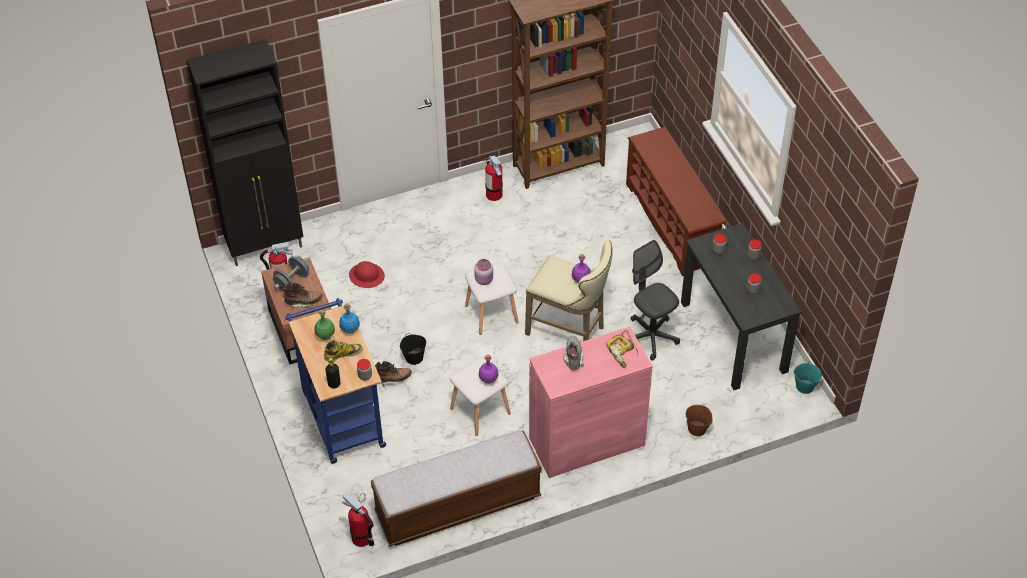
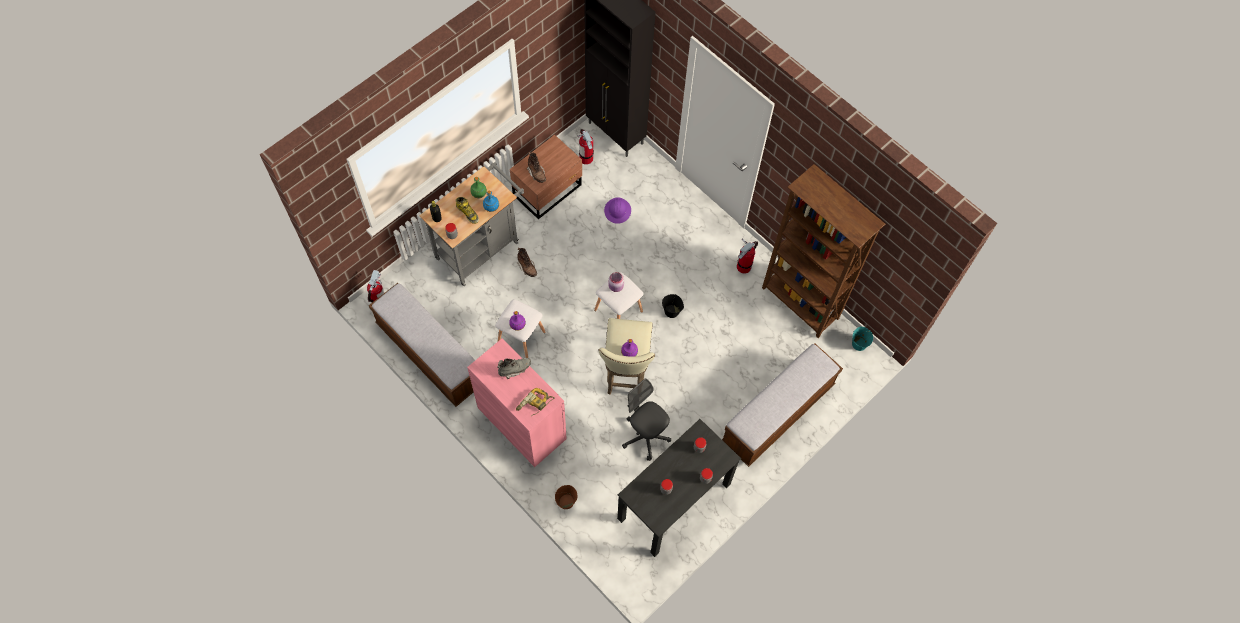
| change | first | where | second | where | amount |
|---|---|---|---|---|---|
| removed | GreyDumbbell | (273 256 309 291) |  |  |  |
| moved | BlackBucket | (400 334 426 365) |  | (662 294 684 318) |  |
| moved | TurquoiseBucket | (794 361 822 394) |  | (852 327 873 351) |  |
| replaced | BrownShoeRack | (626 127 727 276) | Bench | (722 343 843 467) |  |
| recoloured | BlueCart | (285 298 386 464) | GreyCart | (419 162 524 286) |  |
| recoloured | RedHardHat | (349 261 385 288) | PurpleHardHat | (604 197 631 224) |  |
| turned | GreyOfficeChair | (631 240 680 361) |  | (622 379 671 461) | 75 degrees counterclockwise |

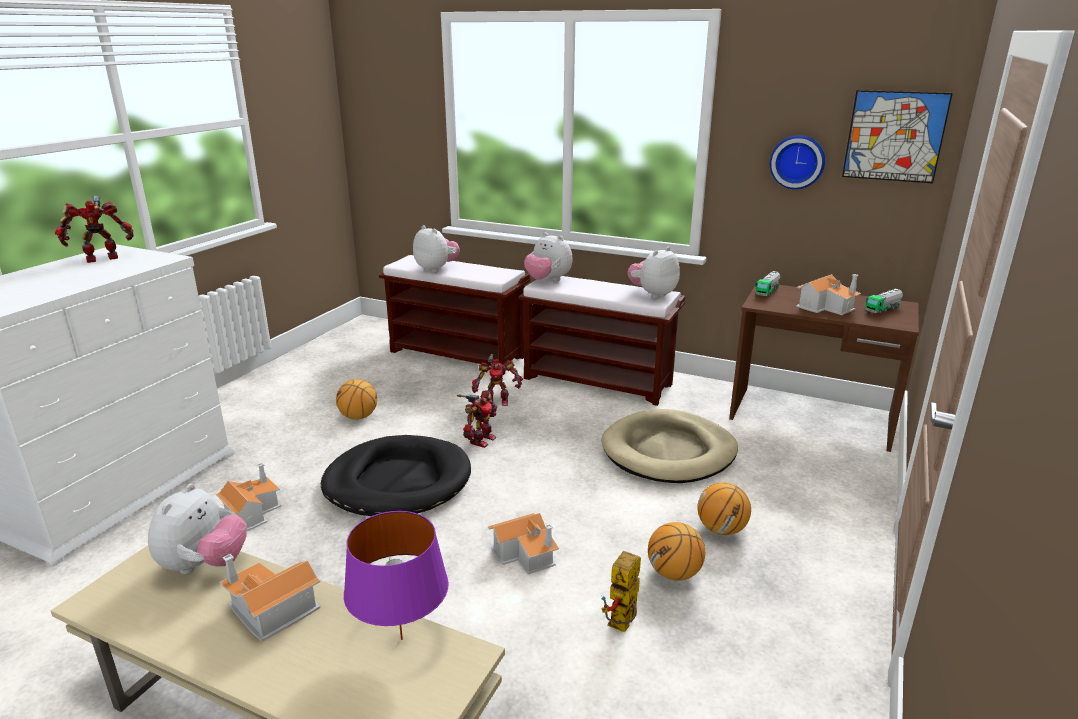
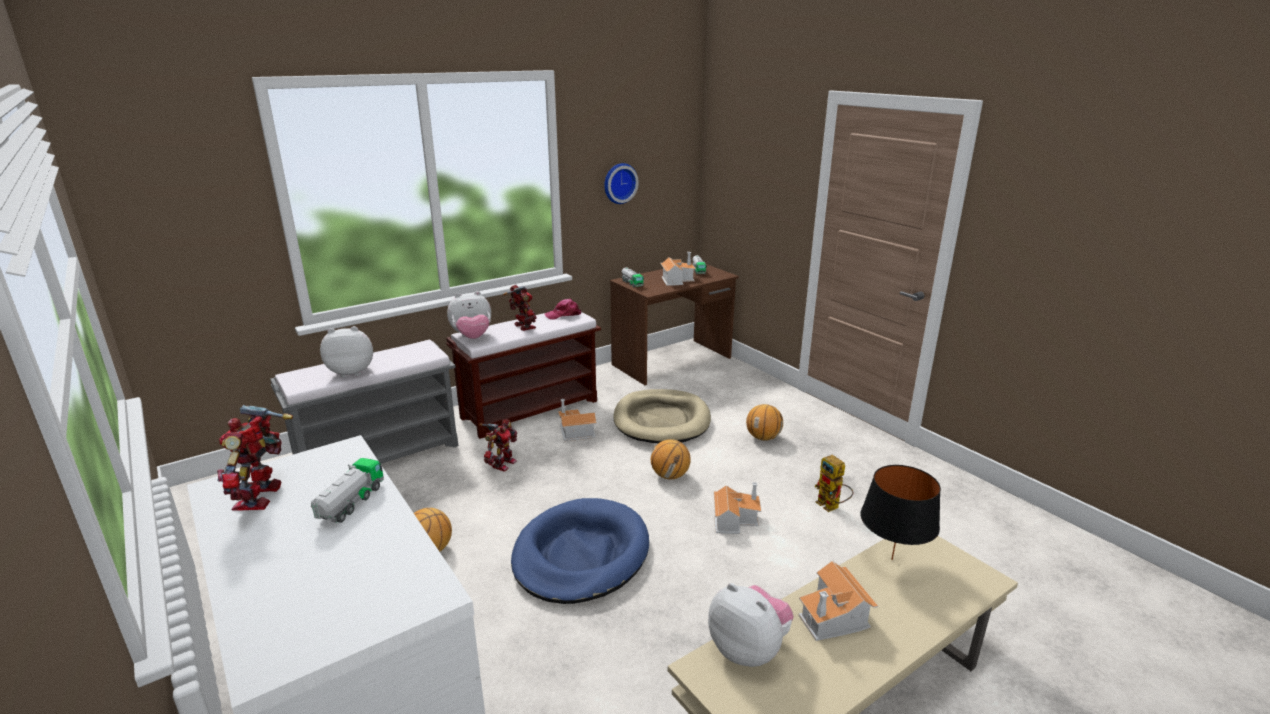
| change | first | where | second | where | amount |
|---|---|---|---|---|---|
| removed | Picture | (842 90 953 183) |  |  |  |
| added |  |  | ToyTruck | (311 458 384 523) |  |
| moved | ToyHouse | (216 463 281 531) |  | (558 399 597 441) |  |
| moved | ToyRobot | (456 390 497 448) |  | (503 285 537 331) |  |
| moved | Basketball | (648 522 705 581) |  | (651 439 691 479) |  |
| replaced | PlushToy | (628 247 680 299) | PinkCap | (544 299 581 320) |  |
| recoloured | BlackDogBed | (321 435 471 516) | BlueDogBed | (511 498 649 604) |  |
| recoloured | PurpleTableLamp | (344 511 449 640) | BlackTableLamp | (860 465 941 560) |  |
| recoloured | BrownBench | (379 255 530 375) | GreyBench | (270 340 458 464) |  |

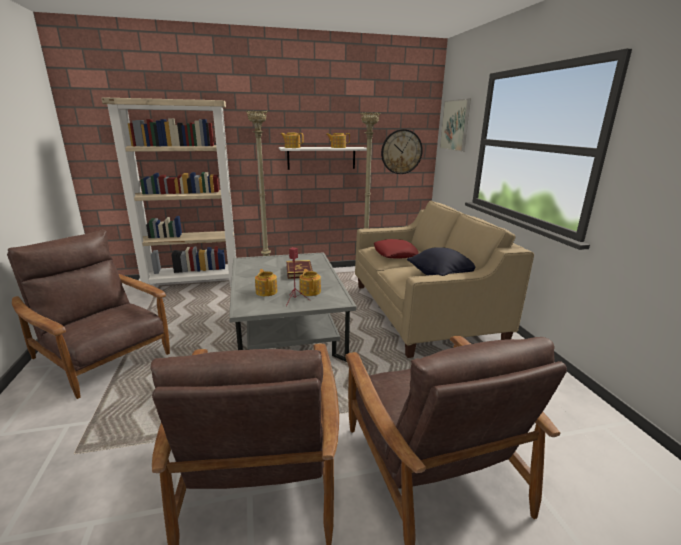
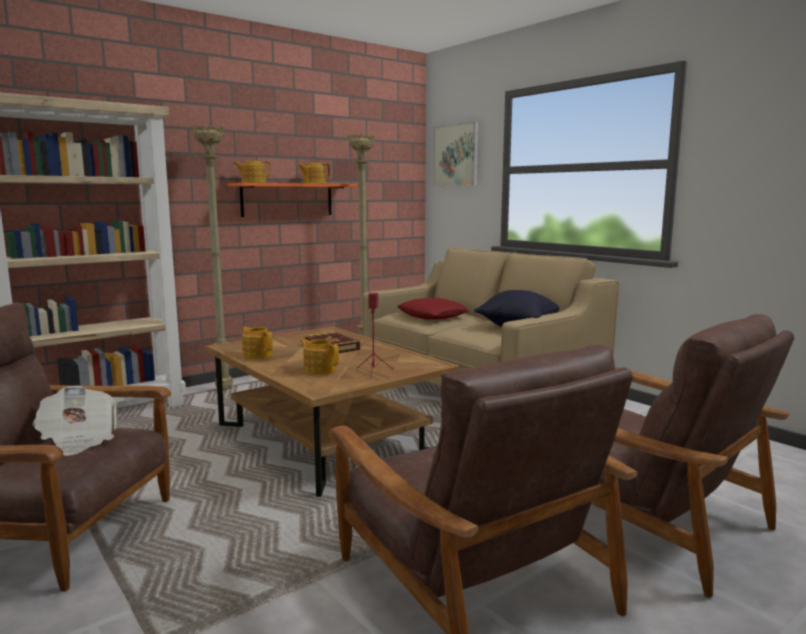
| change | first | where | second | where | amount |
|---|---|---|---|---|---|
| removed | WallClock | (381 129 423 174) |  |  |  |
| added |  |  | Newspaper | (33 386 117 456) |  |
| moved | Teapot | (299 269 321 296) |  | (242 326 273 359) |  |
| recoloured | GreyCoffeeTable | (229 252 356 362) | BrownCoffeeTable | (206 326 459 497) |  |
| recoloured | WhiteShelf | (279 147 367 170) | OrangeShelf | (228 183 357 217) |  |

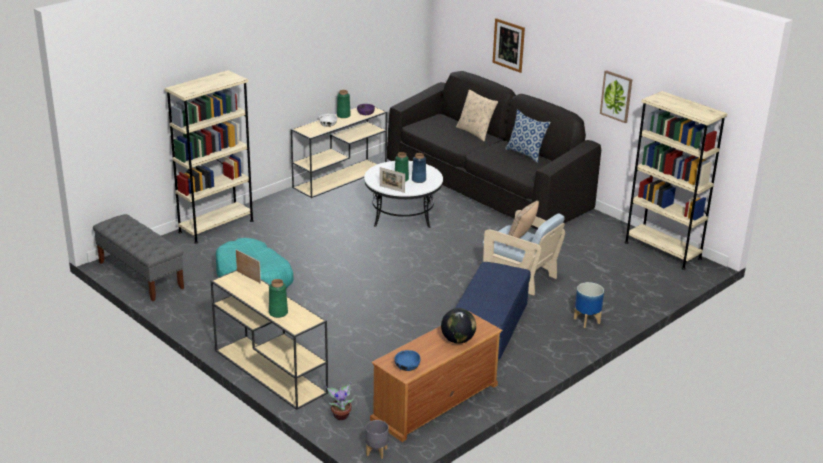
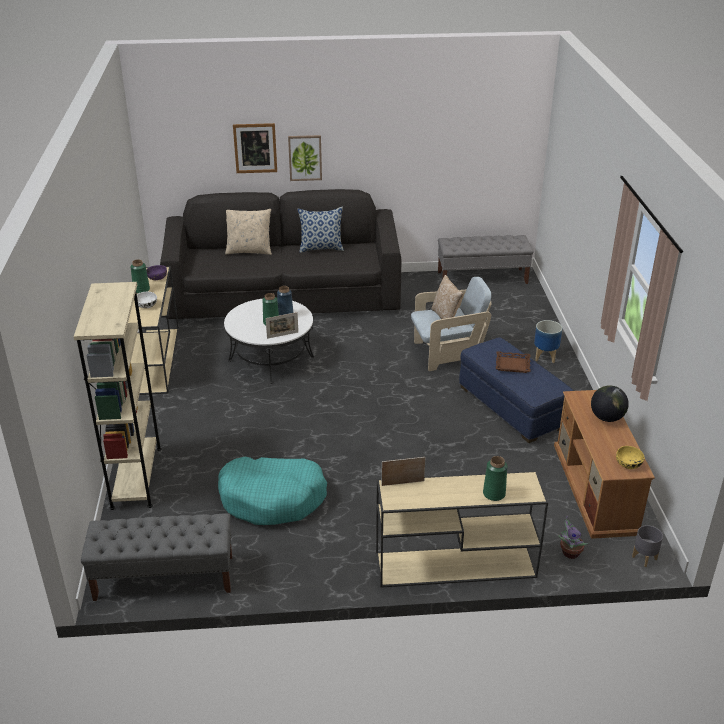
| change | first | where | second | where | amount |
|---|---|---|---|---|---|
| added |  |  | BrownTray | (496 351 531 373) |  |
| moved | Picture | (600 70 632 123) |  | (288 135 322 181) |  |
| replaced | BeigeBookcase | (625 91 728 270) | GreyBench | (438 235 533 284) |  |
| recoloured | BlueBowl | (395 350 420 371) | YellowBowl | (616 446 645 469) |  |

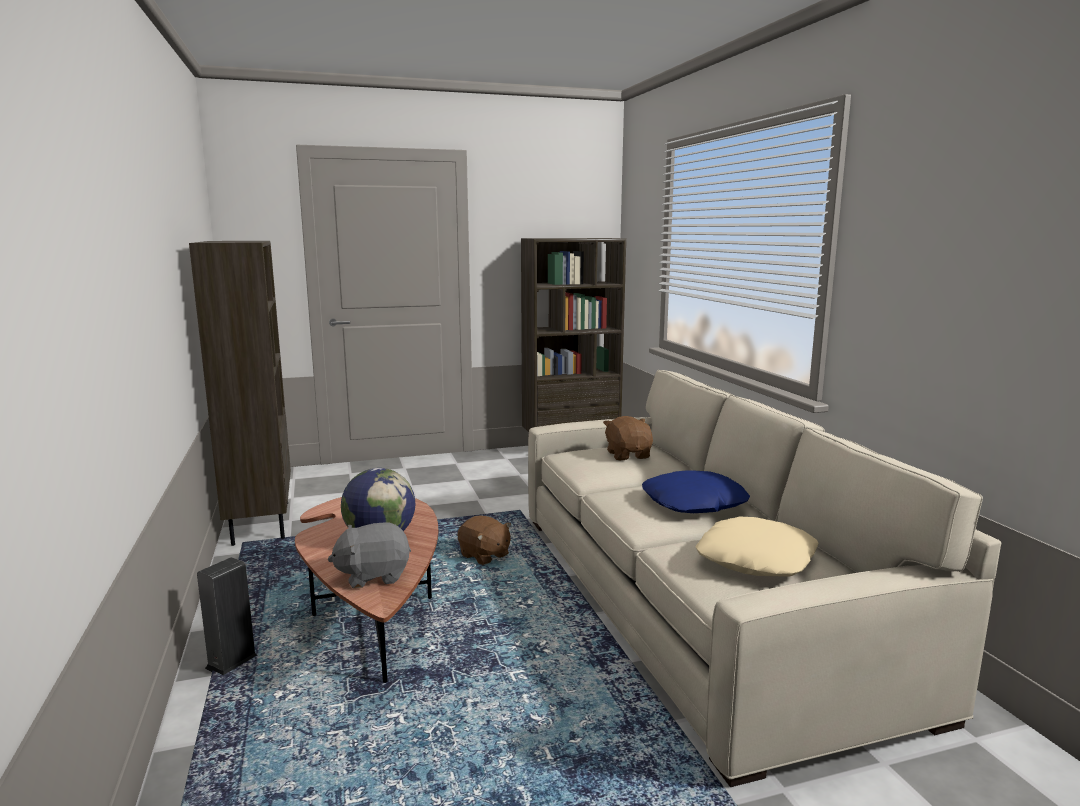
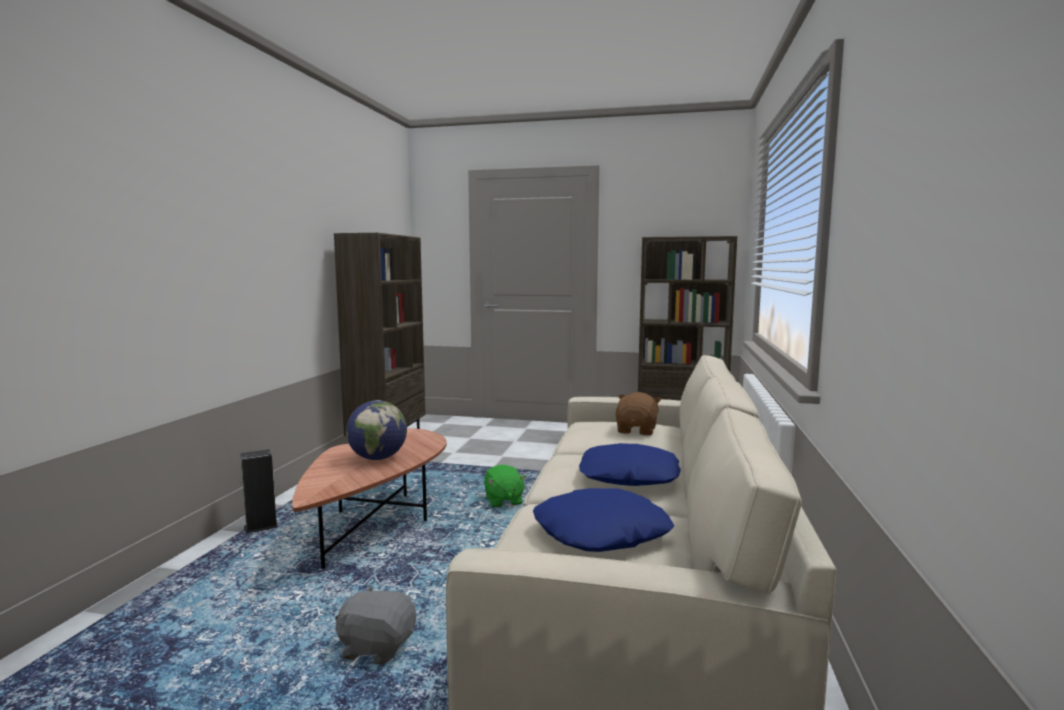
| change | first | where | second | where | amount |
|---|---|---|---|---|---|
| moved | GreyPlushToy | (328 523 411 588) |  | (335 585 416 665) |  |
| recoloured | BrownPlushToy | (457 515 511 565) | GreenPlushToy | (484 465 526 507) |  |
| recoloured | BeigePillow | (695 516 819 576) | BluePillow | (533 488 674 552) |  |

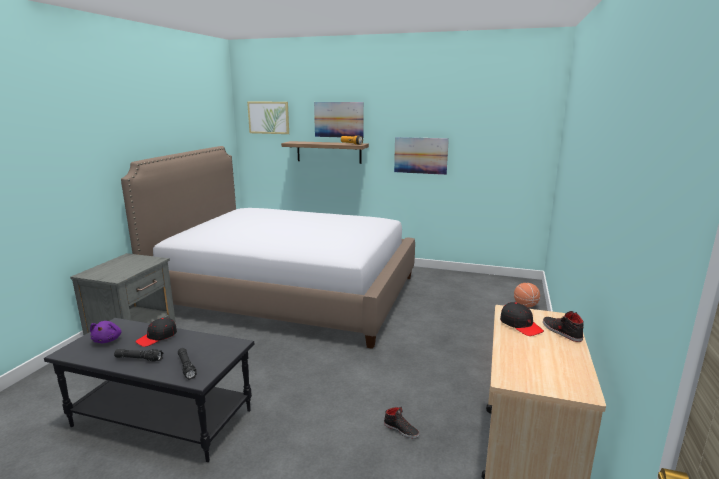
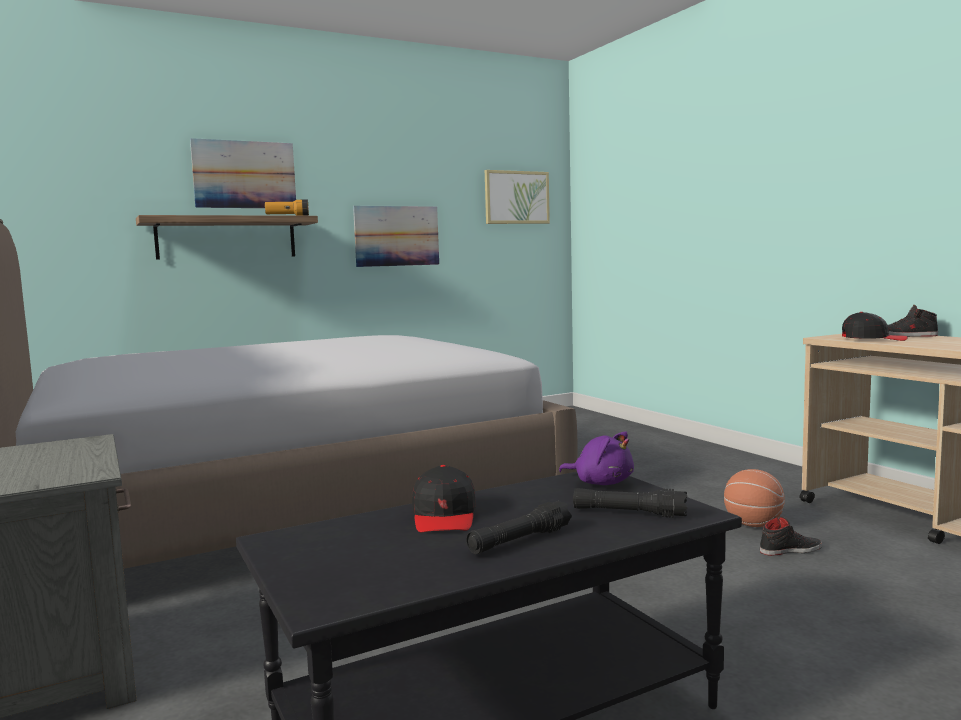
| change | first | where | second | where | amount |
|---|---|---|---|---|---|
| moved | PurplePlushToy | (90 321 122 343) |  | (559 431 634 485) |  |
| moved | Picture | (247 102 289 134) |  | (485 170 550 224) |  |
| moved | Basketball | (514 283 540 307) |  | (724 469 785 527) |  |

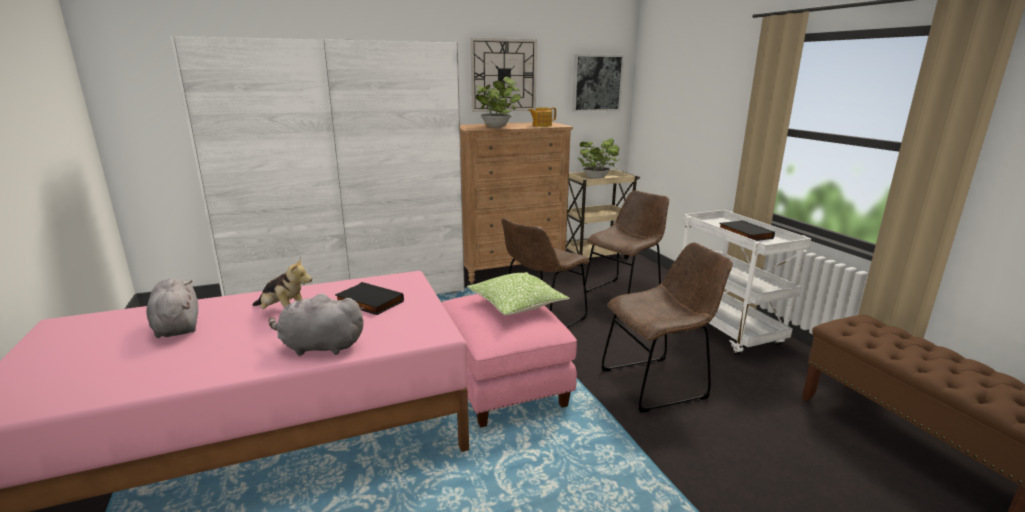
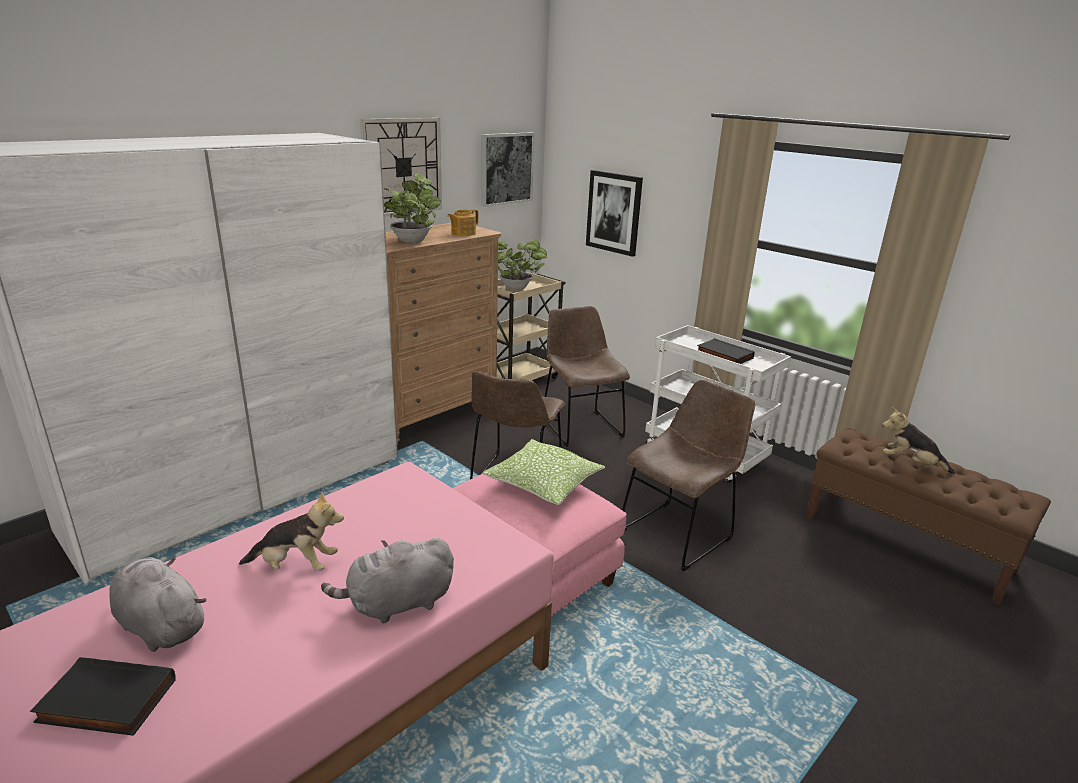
| change | first | where | second | where | amount |
|---|---|---|---|---|---|
| added |  |  | Picture | (586 170 643 257) |  |
| added |  |  | PlushToy | (882 407 955 474) |  |
| moved | BlackBook | (335 282 404 315) |  | (30 657 176 736) |  |
| turned | BrownChair | (583 190 669 294) |  | (545 306 630 447) | 45 degrees counterclockwise |

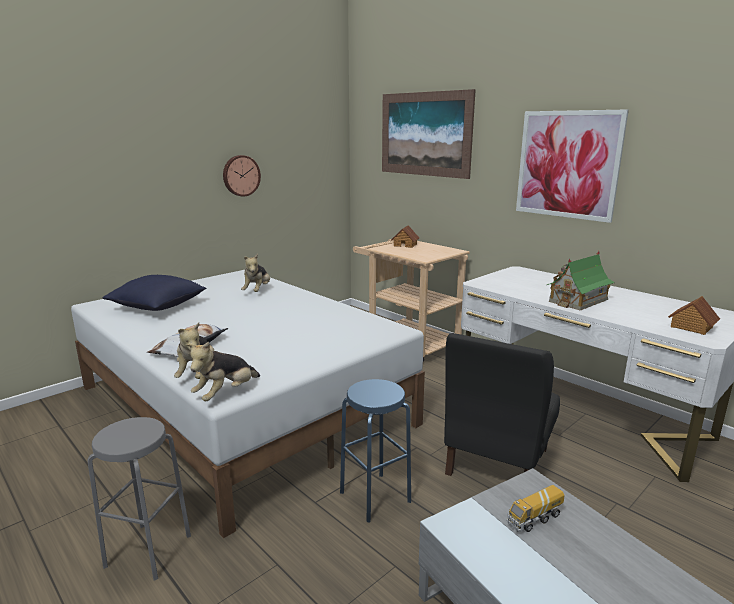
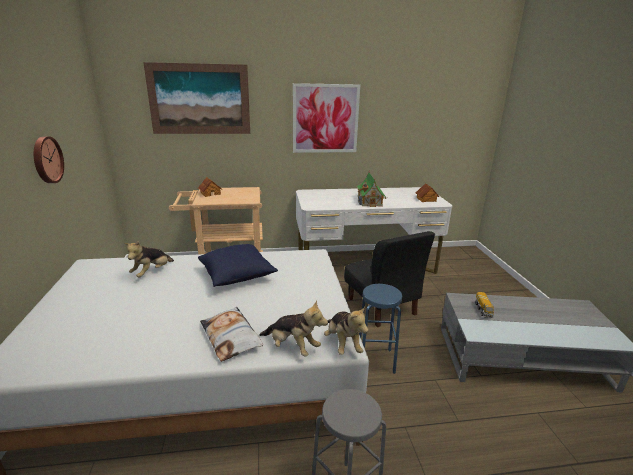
| change | first | where | second | where | amount |
|---|---|---|---|---|---|
| moved | BluePillow | (103 275 207 311) |  | (198 244 278 287) |  |
| turned | PlushToy | (241 254 270 292) |  | (124 241 174 277) | 75 degrees clockwise |

